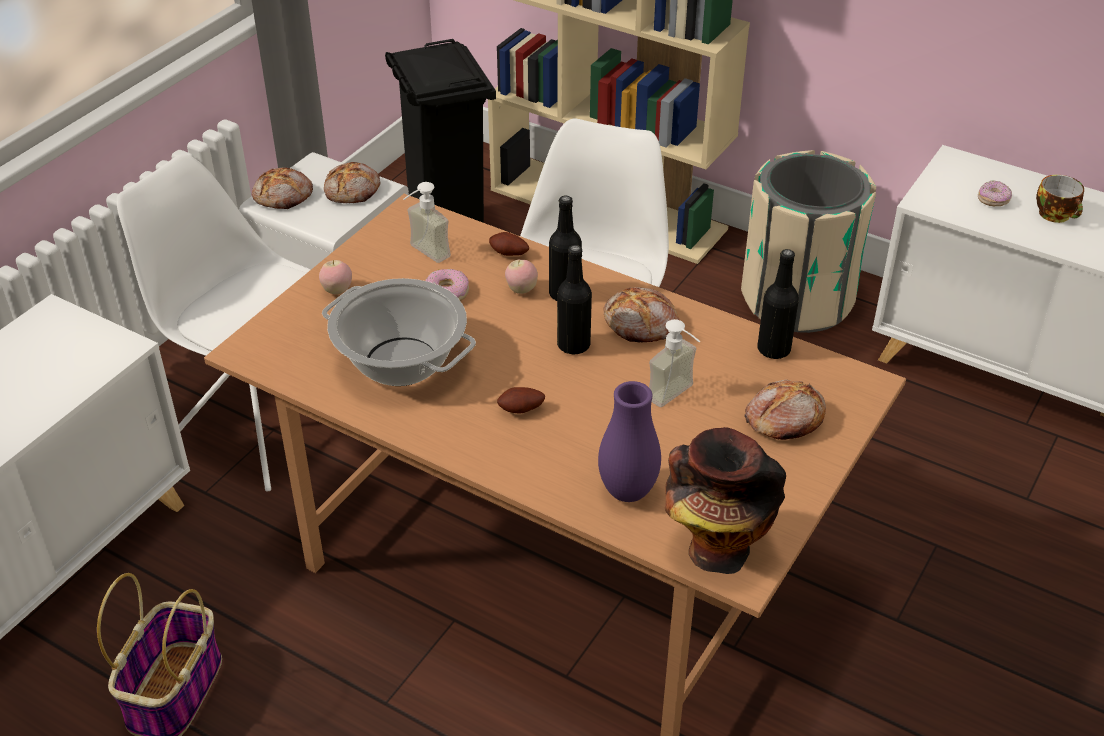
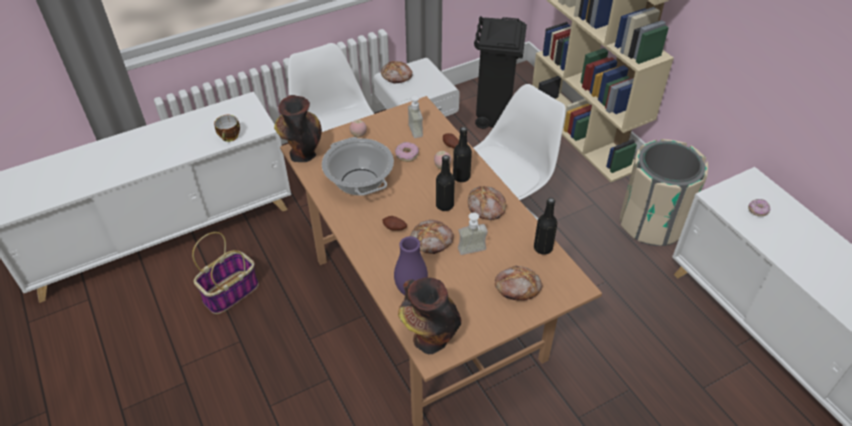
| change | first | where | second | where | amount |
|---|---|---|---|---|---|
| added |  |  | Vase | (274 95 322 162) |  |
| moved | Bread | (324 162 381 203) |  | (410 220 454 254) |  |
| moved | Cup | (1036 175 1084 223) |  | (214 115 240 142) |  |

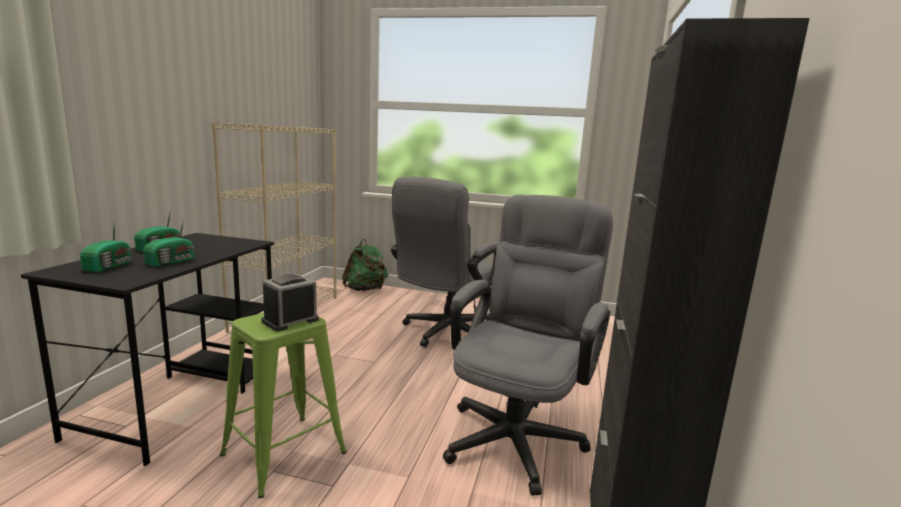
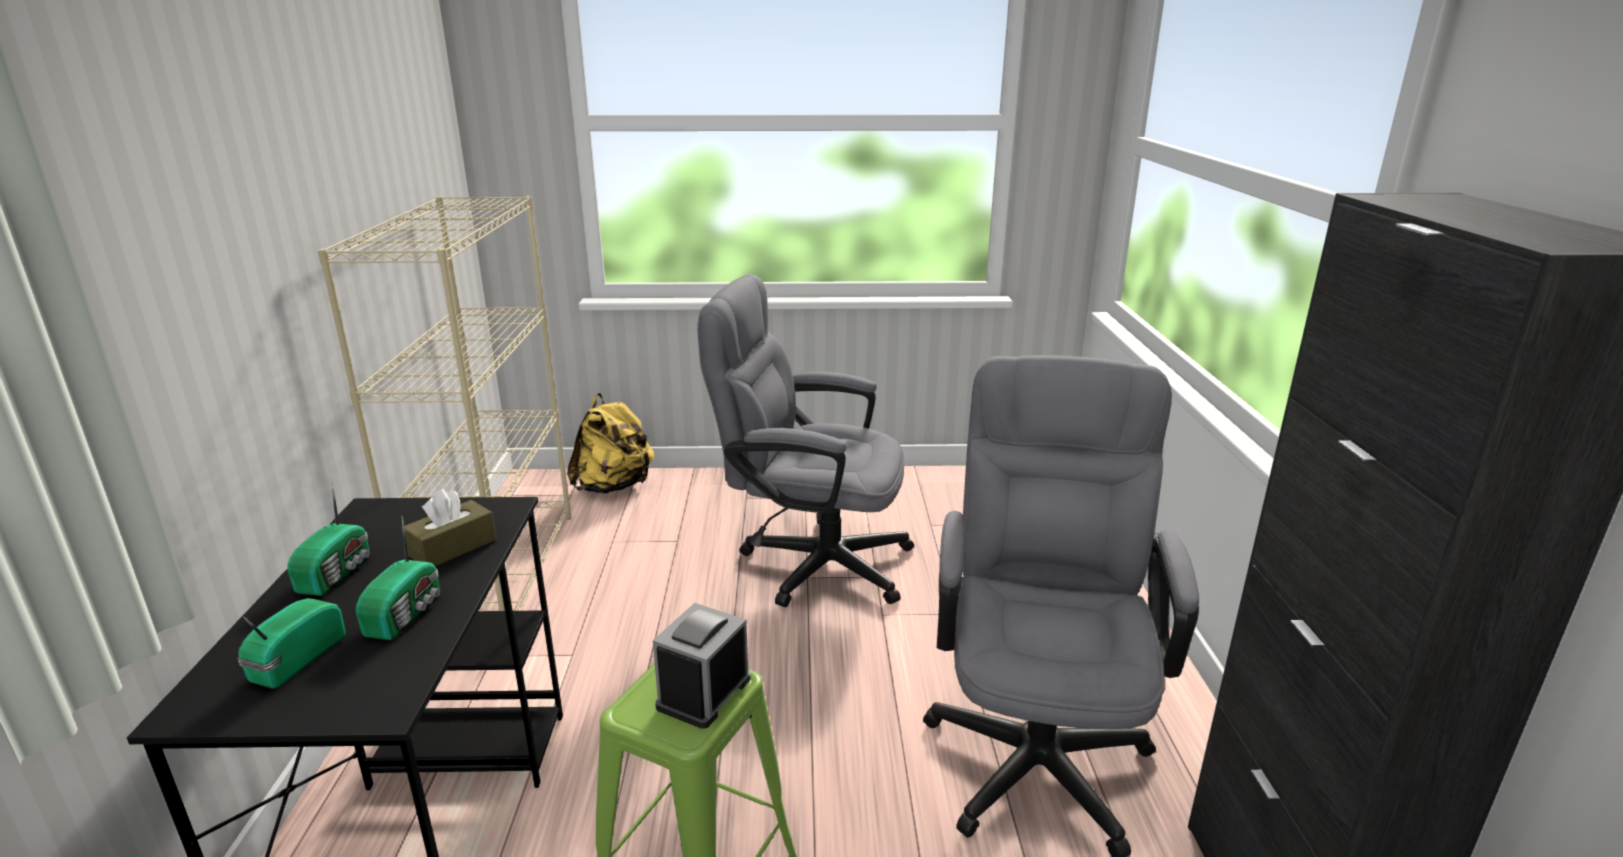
| change | first | where | second | where | amount |
|---|---|---|---|---|---|
| added |  |  | BrownTissueBox | (402 489 496 566) |  |
| recoloured | GreenBackpack | (342 239 388 291) | YellowBackpack | (567 393 655 494) |  |
| turned | Radio | (80 222 131 272) |  | (237 598 346 689) | 150 degrees counterclockwise |
| turned | GreyOfficeChair | (391 177 498 347) |  | (697 274 914 607) | 90 degrees clockwise |

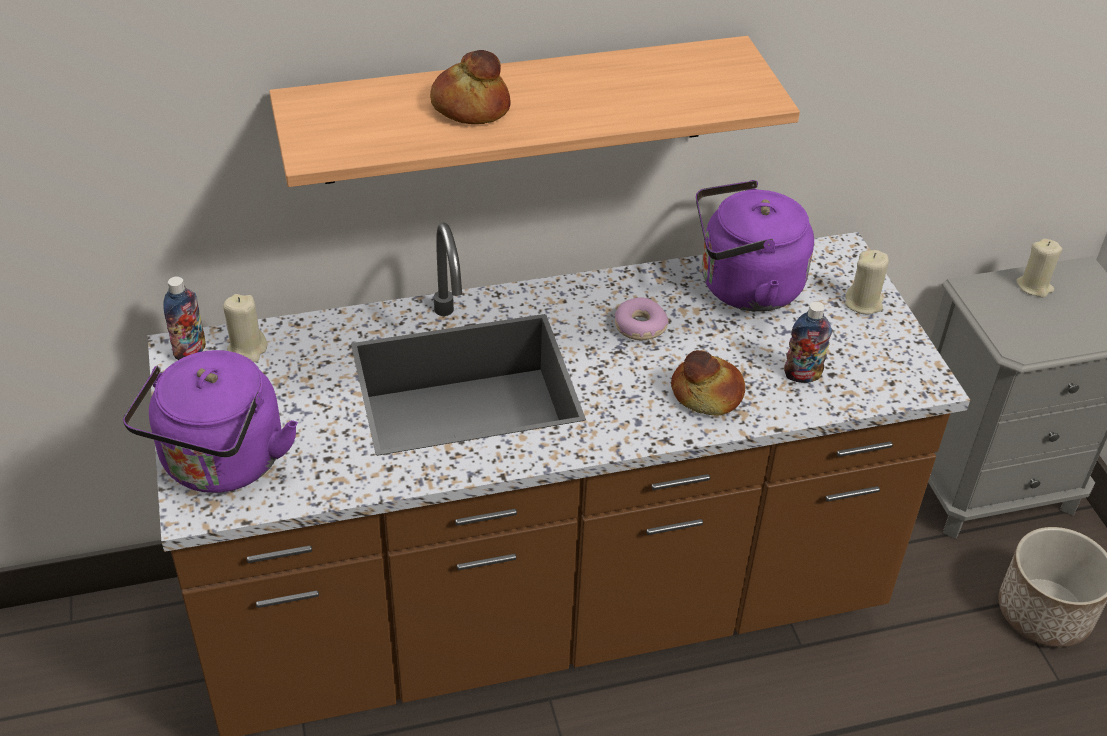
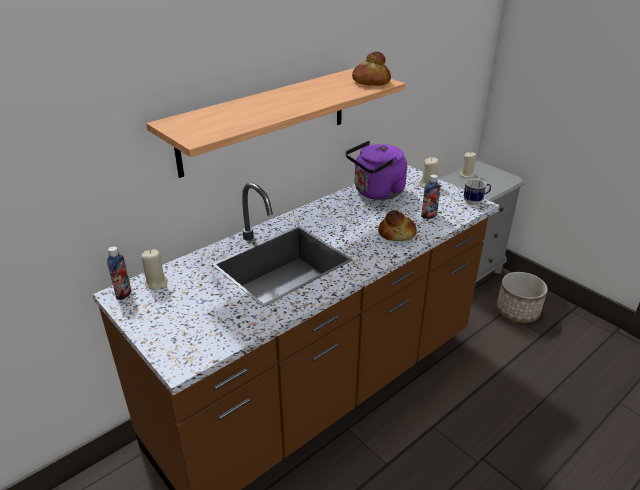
| change | first | where | second | where | amount |
|---|---|---|---|---|---|
| removed | PurpleKettle | (123 350 298 493) |  |  |  |
| removed | Donut | (615 297 668 340) |  |  |  |
| added |  |  | Mug | (464 178 491 205) |  |
| moved | Bread | (430 50 511 124) |  | (352 51 391 86) |  |

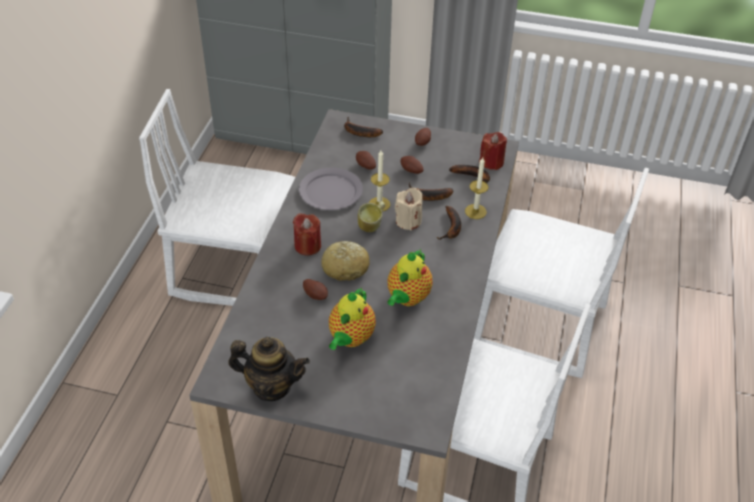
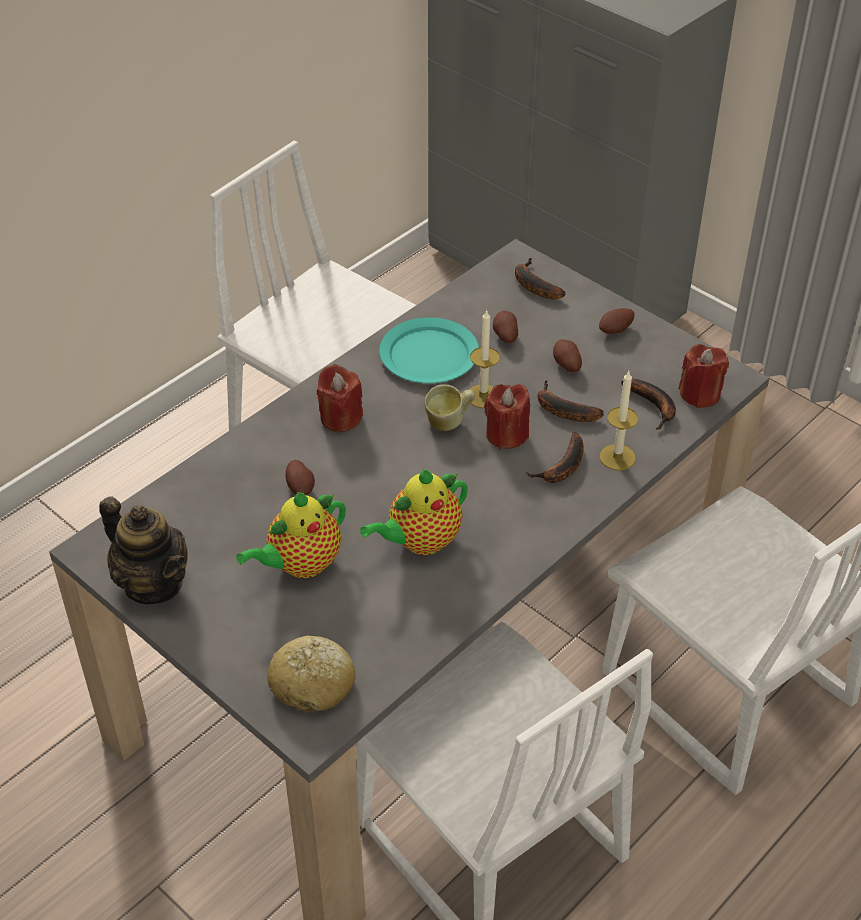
| change | first | where | second | where | amount |
|---|---|---|---|---|---|
| moved | Bread | (321 241 370 281) |  | (267 635 356 712) |  |
| recoloured | GreyPlate | (299 168 363 210) | TurquoisePlate | (379 317 479 383) |  |
| recoloured | BeigeCandle | (395 188 423 230) | RedCandle | (484 384 530 449) |  |

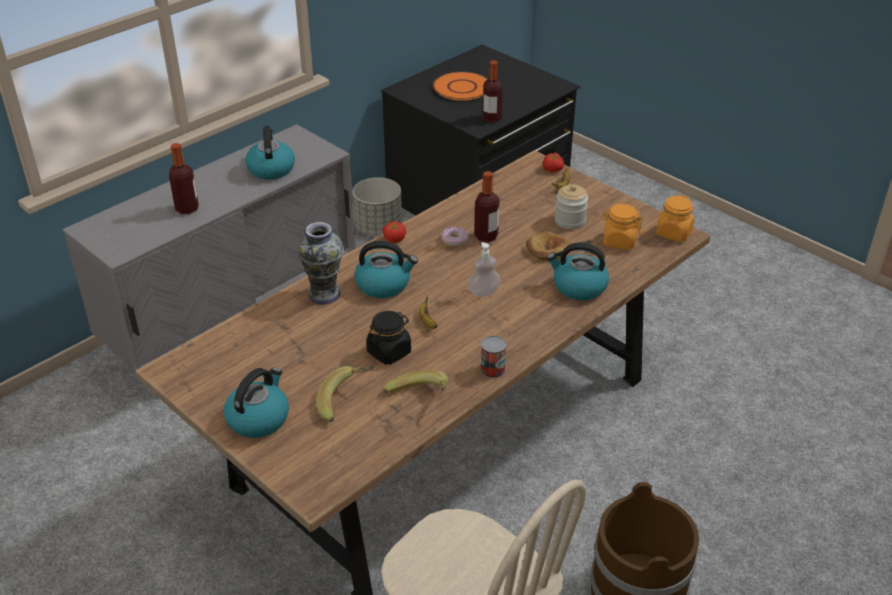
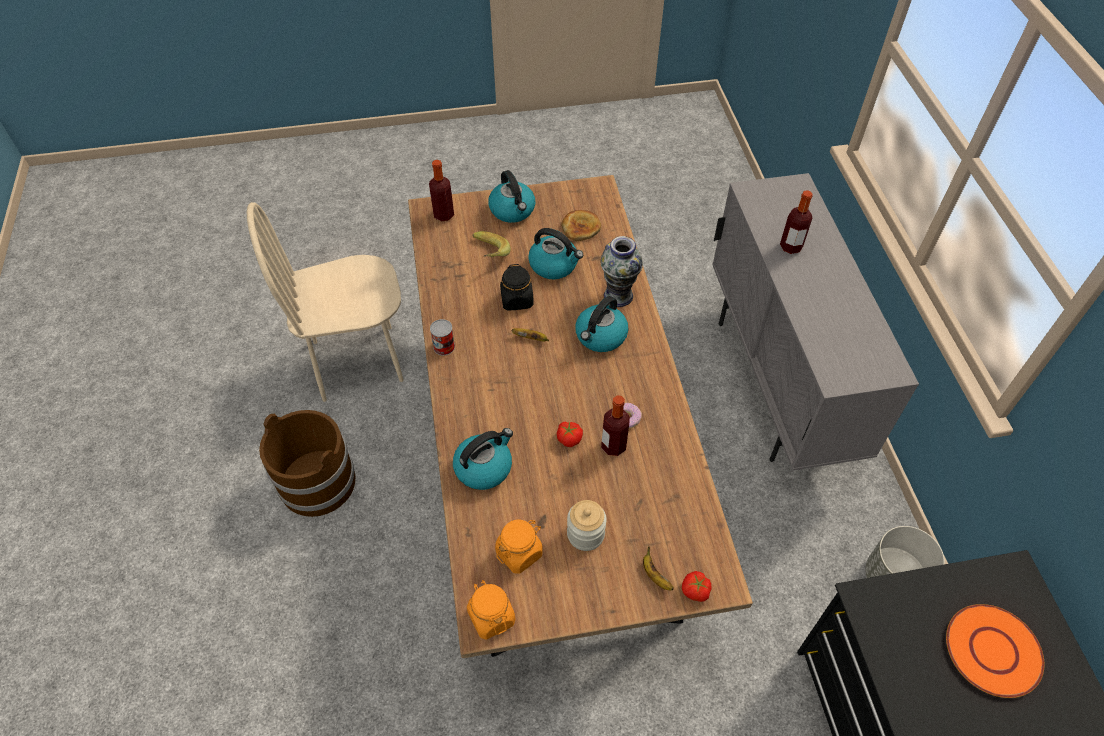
| change | first | where | second | where | amount |
|---|---|---|---|---|---|
| removed | Banana | (383 370 448 393) |  |  |  |
| removed | SoapDispenser | (468 242 501 297) |  |  |  |
| moved | Kettle | (245 126 295 180) |  | (528 228 583 279) |  |
| moved | Tomato | (383 221 406 243) |  | (557 421 583 447) |  |
| moved | Bottle | (483 60 503 122) |  | (429 160 454 221) |  |
| moved | Bread | (526 232 570 261) |  | (561 210 601 241) |  |

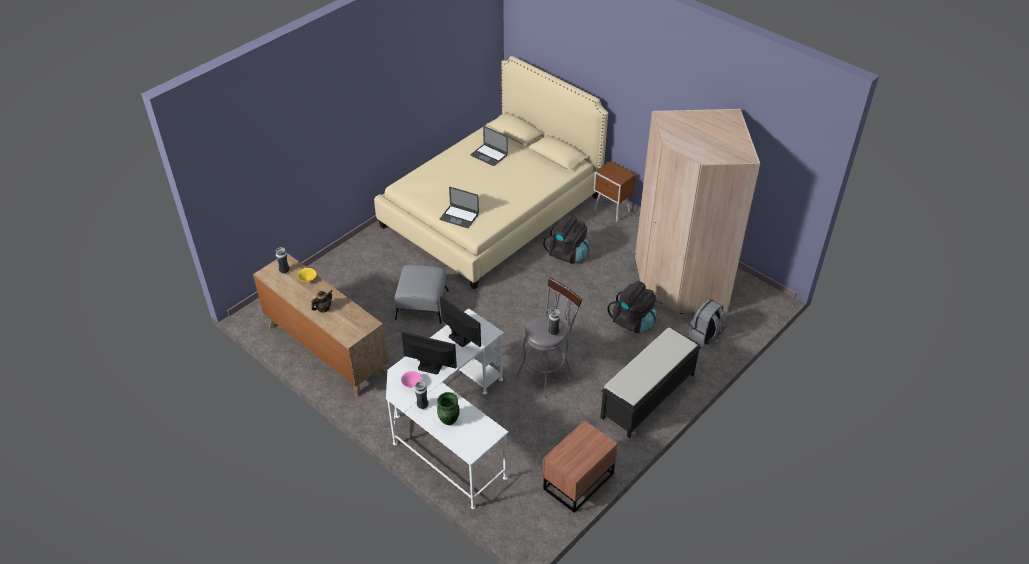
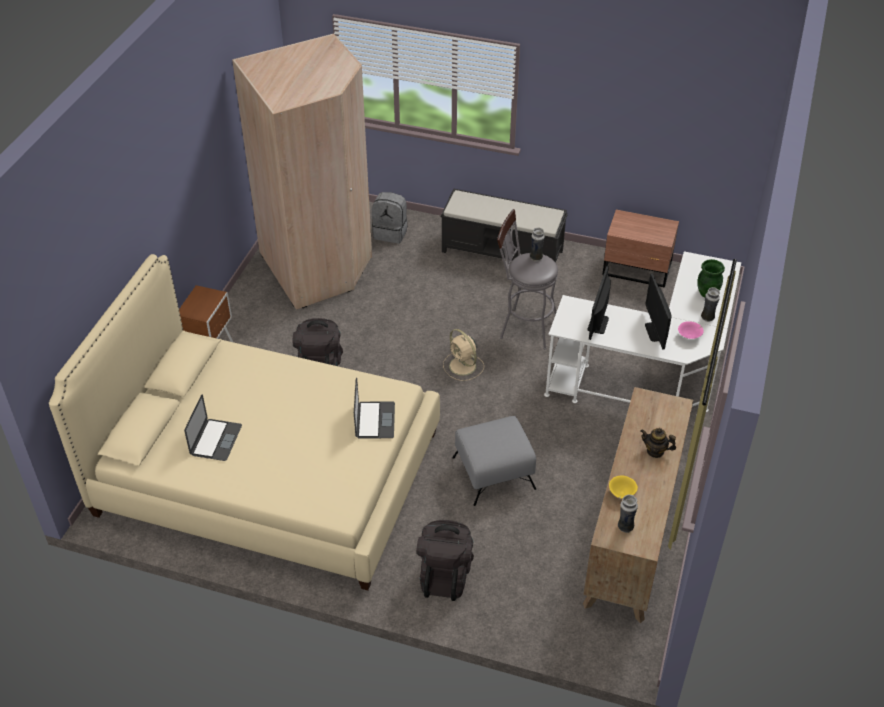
| change | first | where | second | where | amount |
|---|---|---|---|---|---|
| added |  |  | BeigeFan | (443 329 484 381) |  |
| moved | BlackBackpack | (607 281 657 333) |  | (416 520 474 601) |  |

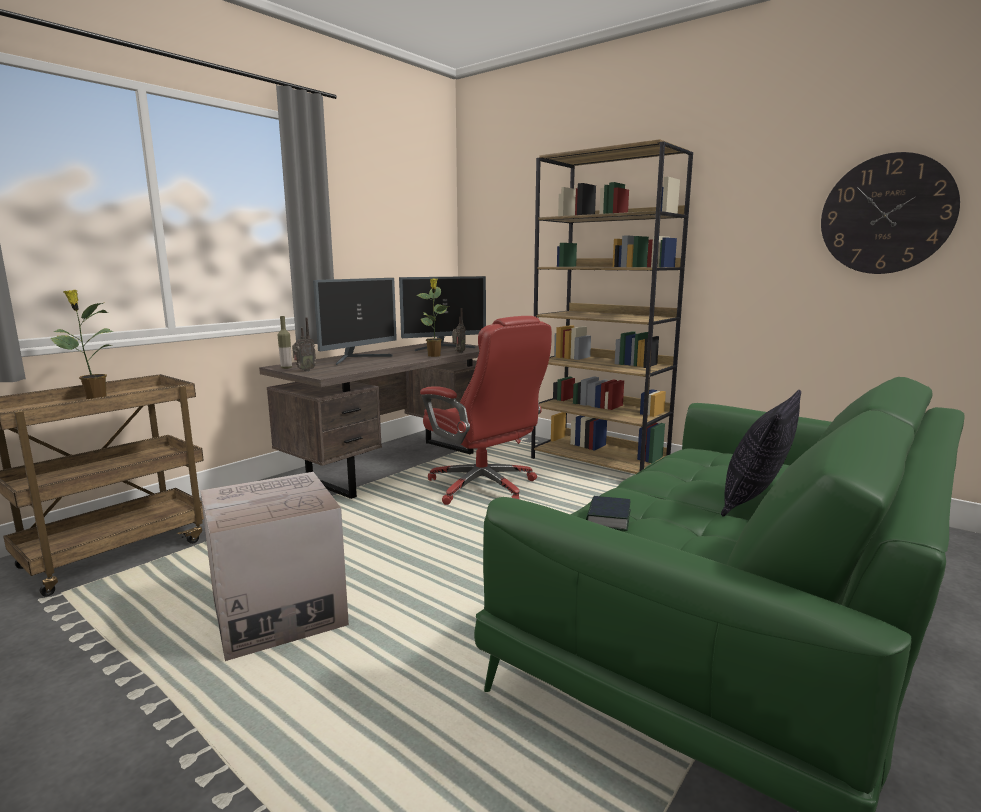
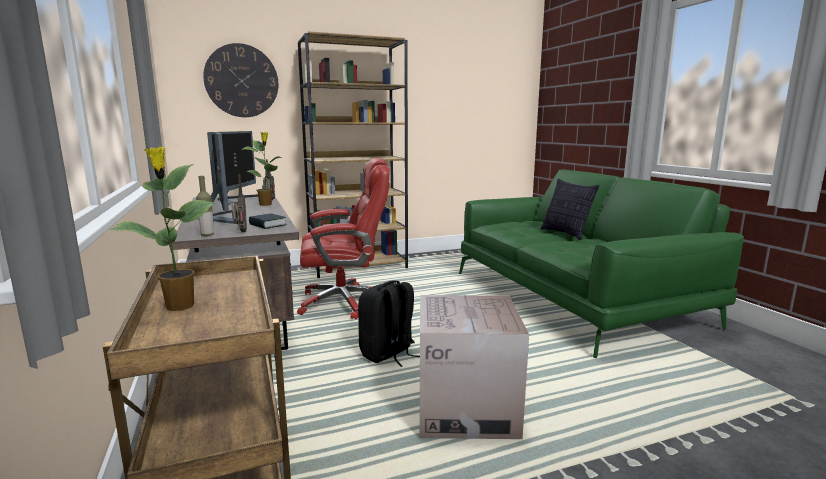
| change | first | where | second | where | amount |
|---|---|---|---|---|---|
| added |  |  | BlackBackpack | (358 281 420 367) |  |
| moved | Book | (586 496 631 531) |  | (249 213 287 229) |  |
| moved | WallClock | (821 152 960 274) |  | (203 43 278 117) |  |

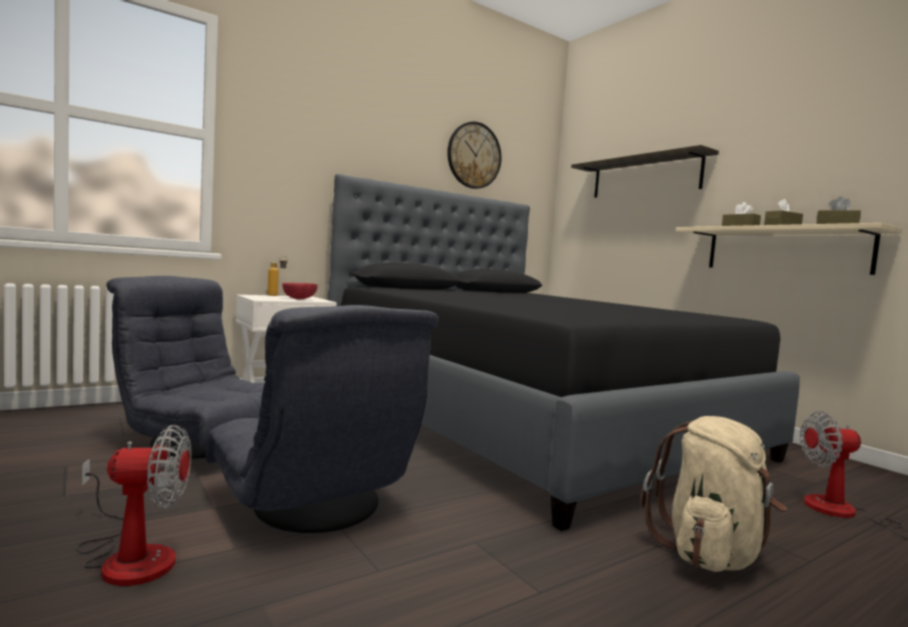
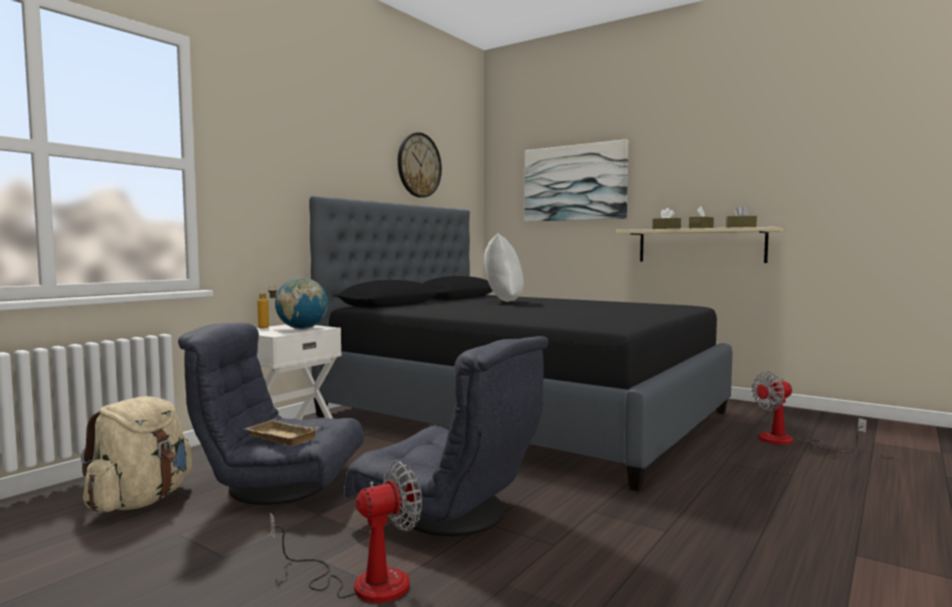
| change | first | where | second | where | amount |
|---|---|---|---|---|---|
| added |  |  | BeigeTray | (245 419 319 446) |  |
| added |  |  | WhitePillow | (484 233 524 302) |  |
| moved | BeigeBackpack | (640 416 787 572) |  | (81 396 192 512) |  |
| replaced | RedBowl | (282 283 318 300) | Globe | (275 278 328 329) |  |
| replaced | Shelf | (571 145 719 198) | Picture | (525 139 628 222) |  |

